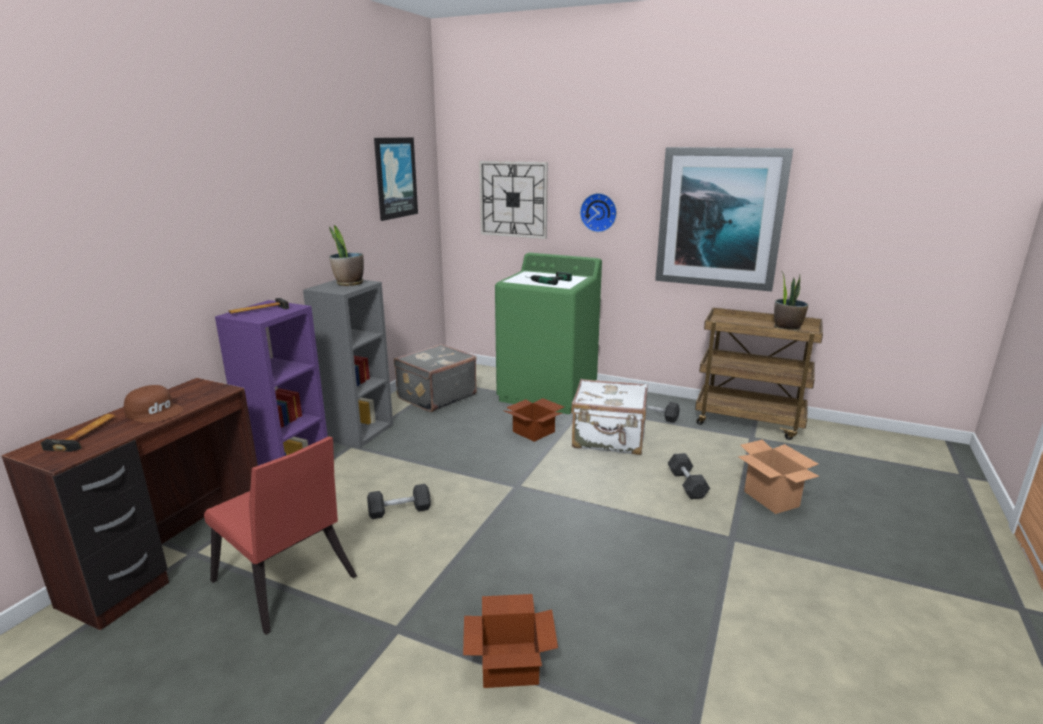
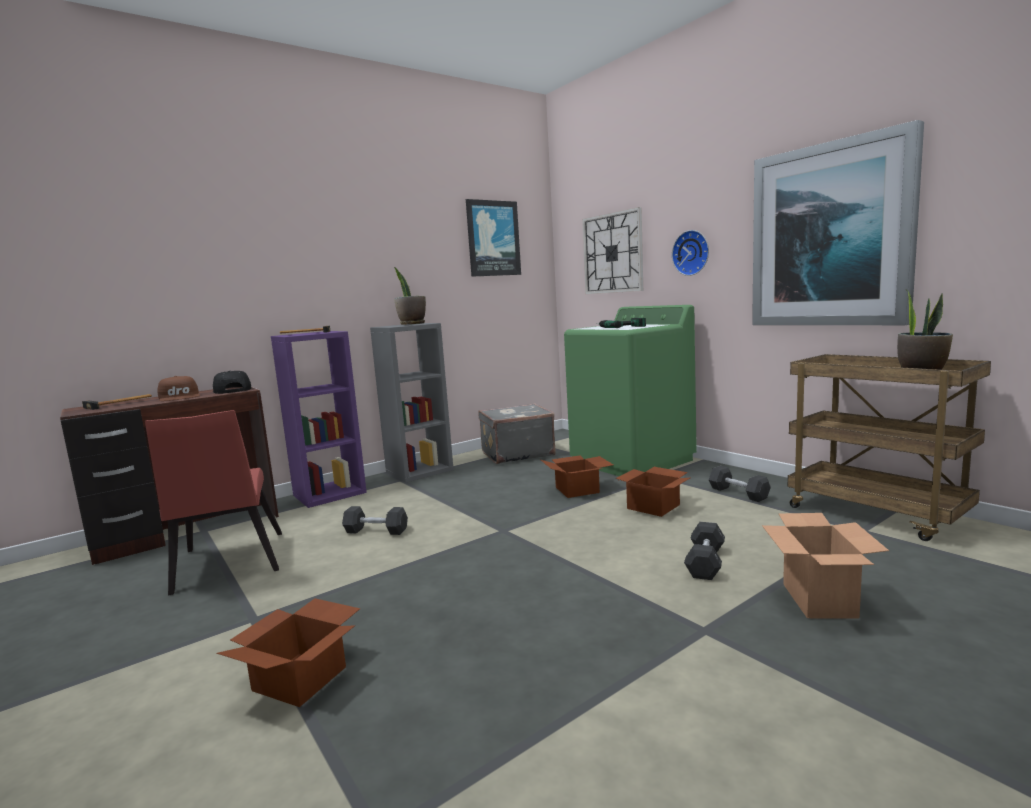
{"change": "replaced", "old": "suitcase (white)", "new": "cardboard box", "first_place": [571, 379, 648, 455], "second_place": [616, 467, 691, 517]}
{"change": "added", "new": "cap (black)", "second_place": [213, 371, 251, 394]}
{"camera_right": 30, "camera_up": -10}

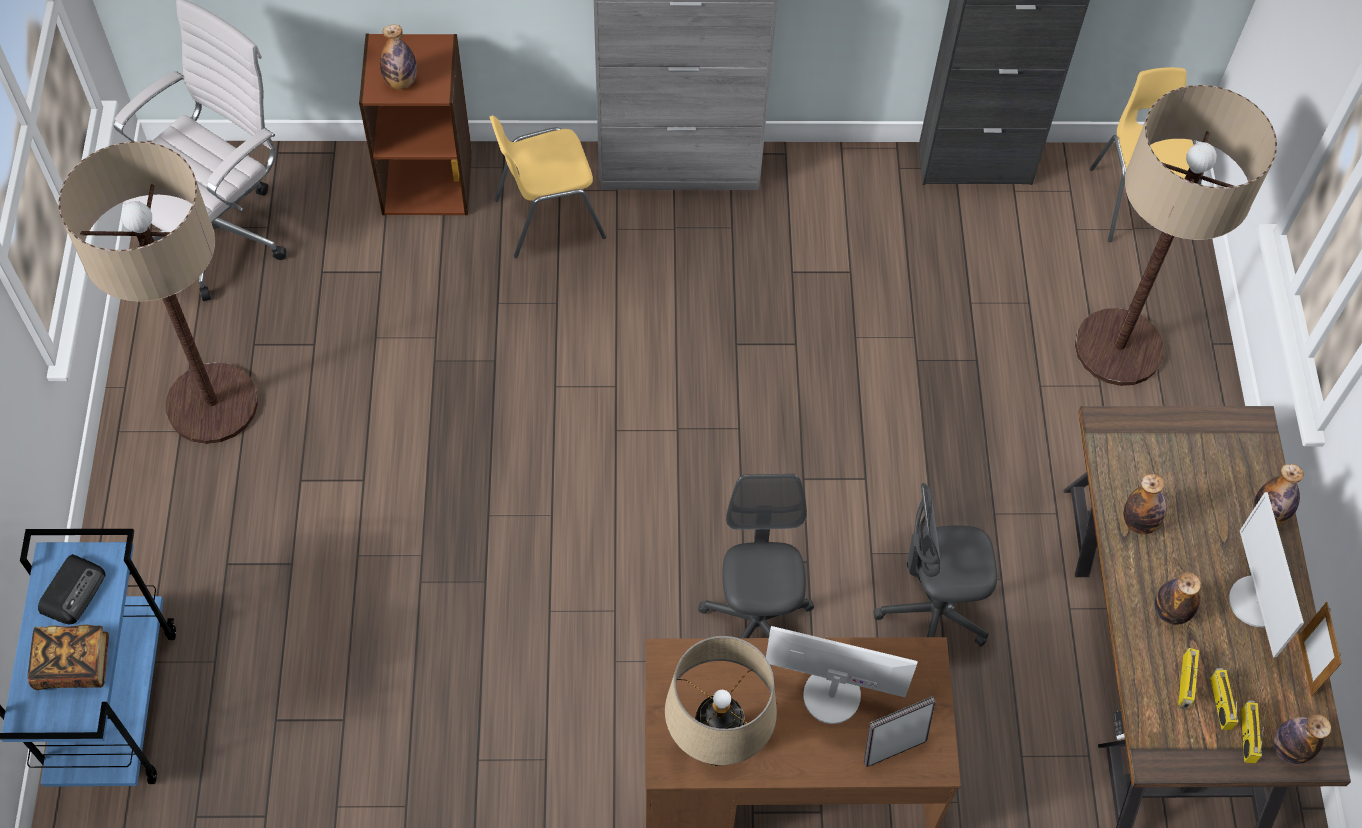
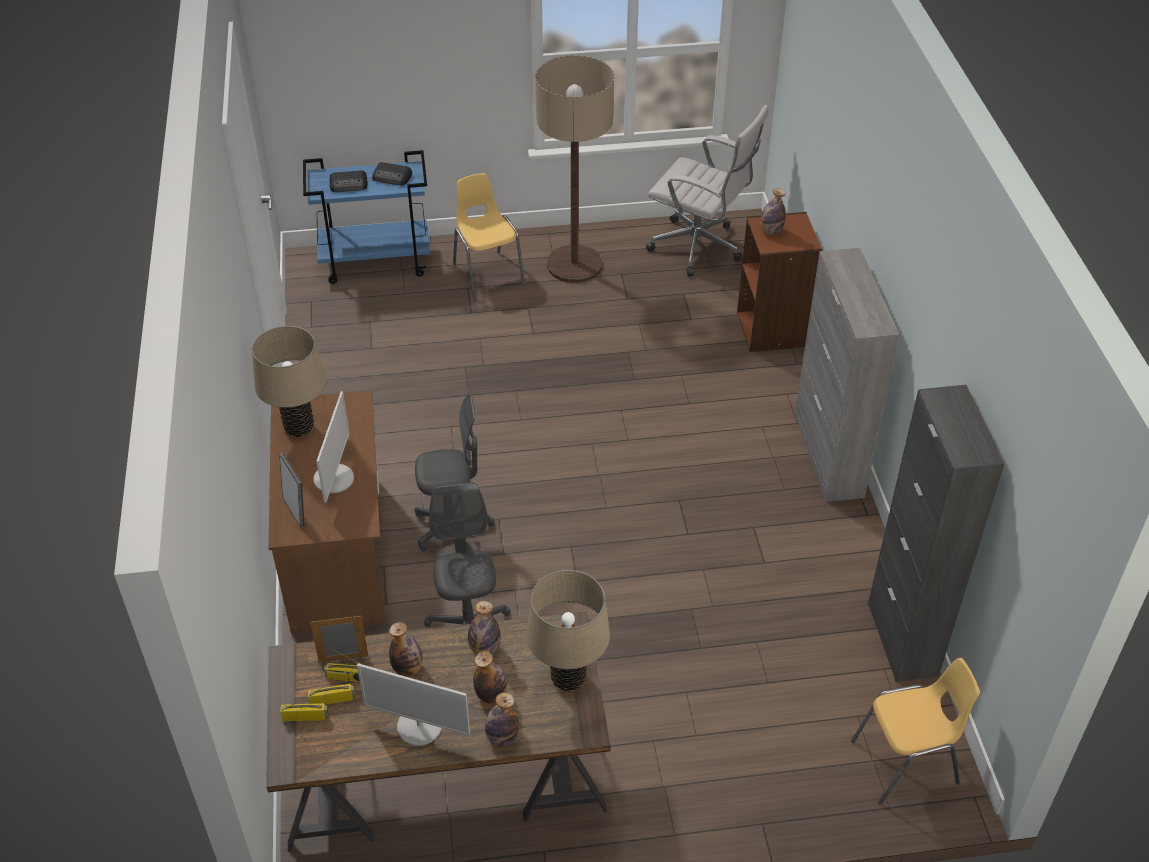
{"change": "removed", "old": "floor lamp", "first_place": [1075, 85, 1277, 386]}
{"change": "moved", "old": "chair (yellow)", "first_place": [490, 115, 606, 258], "second_place": [453, 173, 525, 300]}
{"change": "turned", "old": "monitor", "first_place": [1229, 492, 1304, 658], "second_place": [357, 663, 470, 746], "degrees": -150}
{"change": "moved", "old": "picture frame", "first_place": [1298, 602, 1342, 696], "second_place": [310, 616, 368, 663]}
{"change": "replaced", "old": "book", "new": "radio", "first_place": [27, 625, 109, 690], "second_place": [329, 170, 368, 192]}
{"change": "moved", "old": "bottle", "first_place": [1273, 714, 1331, 764], "second_place": [473, 651, 507, 704]}
{"change": "added", "new": "table lamp (beige)", "second_place": [526, 570, 610, 691]}
{"camera_right": 85, "camera_up": -15}

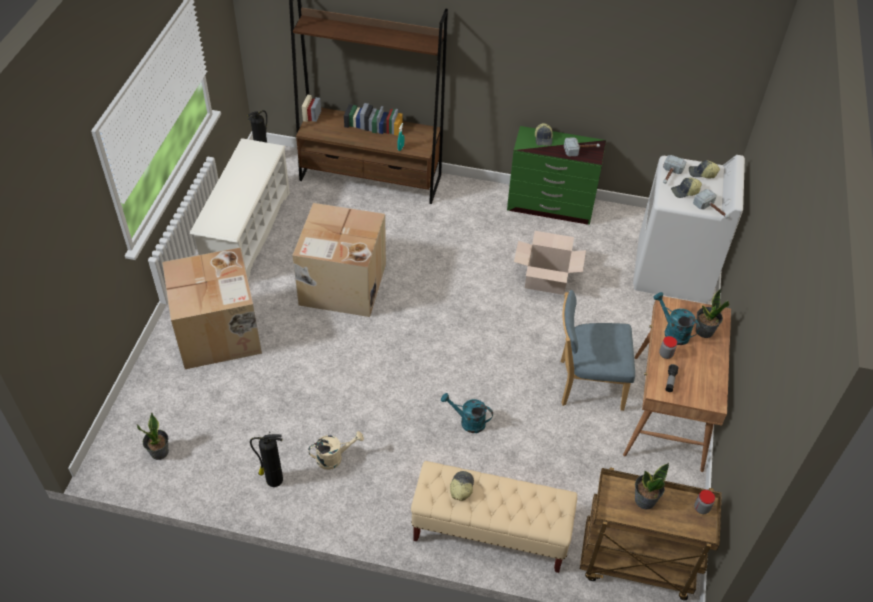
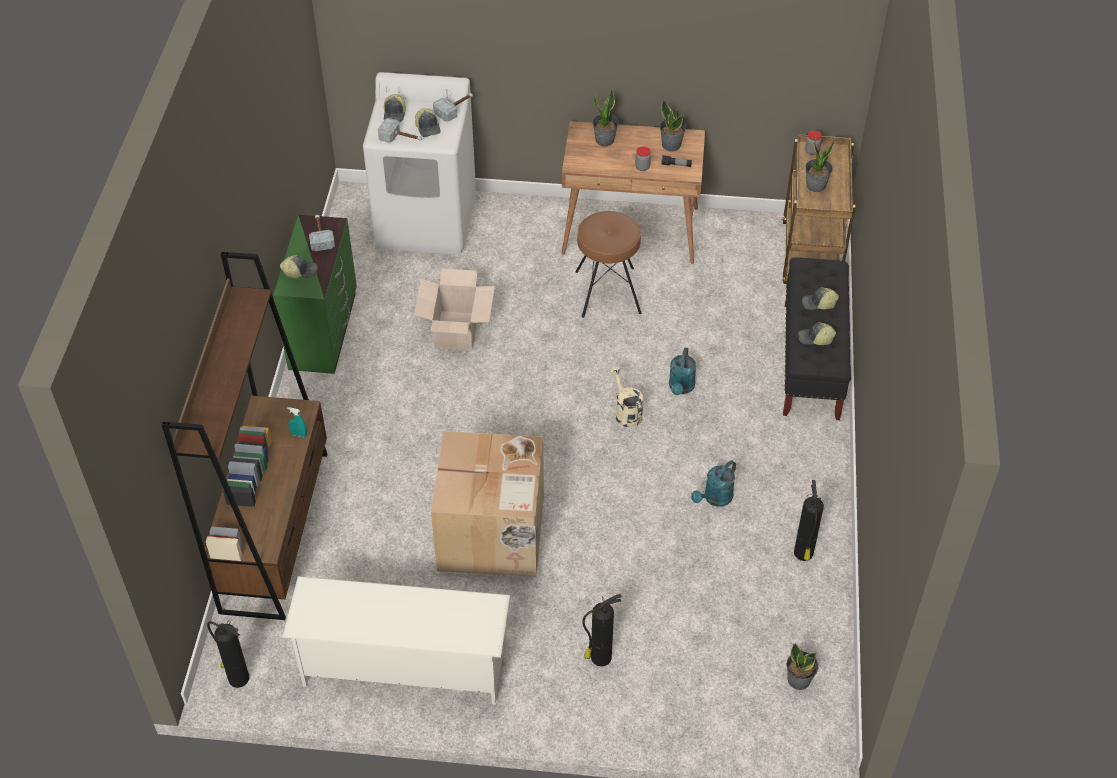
{"change": "replaced", "old": "cardboard box", "new": "fire extinguisher", "first_place": [162, 248, 262, 369], "second_place": [582, 594, 621, 667]}
{"change": "replaced", "old": "chair (blue)", "new": "stool (brown)", "first_place": [561, 290, 635, 411], "second_place": [575, 211, 642, 318]}
{"change": "moved", "old": "watering can (turquoise)", "first_place": [653, 292, 700, 345], "second_place": [691, 460, 736, 507]}
{"change": "moved", "old": "watering can (beige)", "first_place": [308, 431, 364, 470], "second_place": [610, 366, 643, 427]}
{"change": "recoloured", "old": "bench (beige)", "new": "bench (black)", "first_place": [411, 461, 577, 573], "second_place": [783, 257, 851, 420]}
{"change": "added", "new": "potted plant", "second_place": [660, 100, 686, 151]}
{"change": "added", "new": "cap", "second_place": [802, 287, 839, 310]}
{"camera_right": -95, "camera_up": 0}

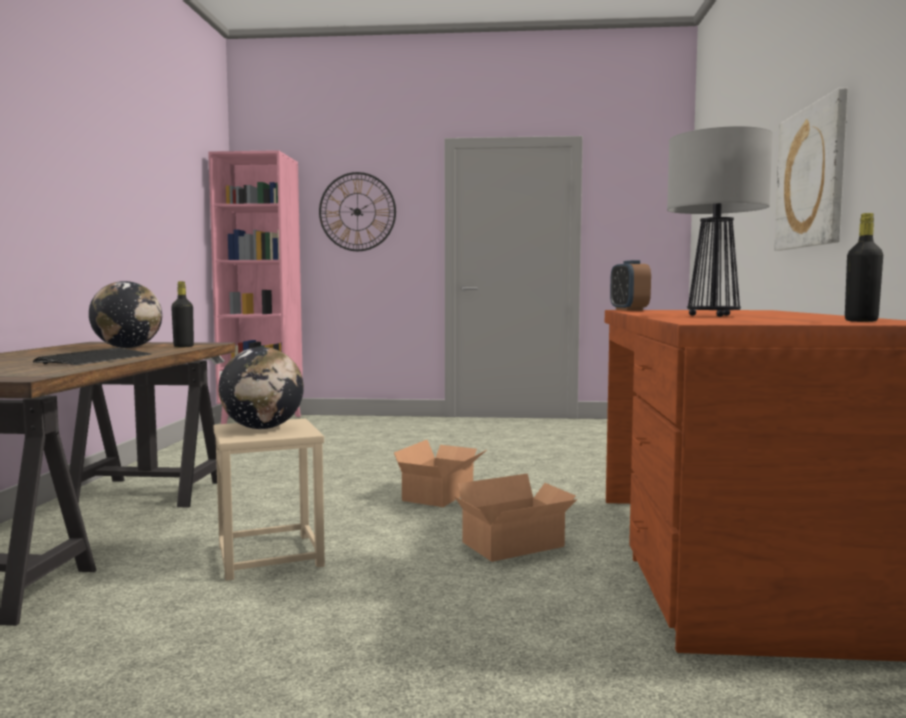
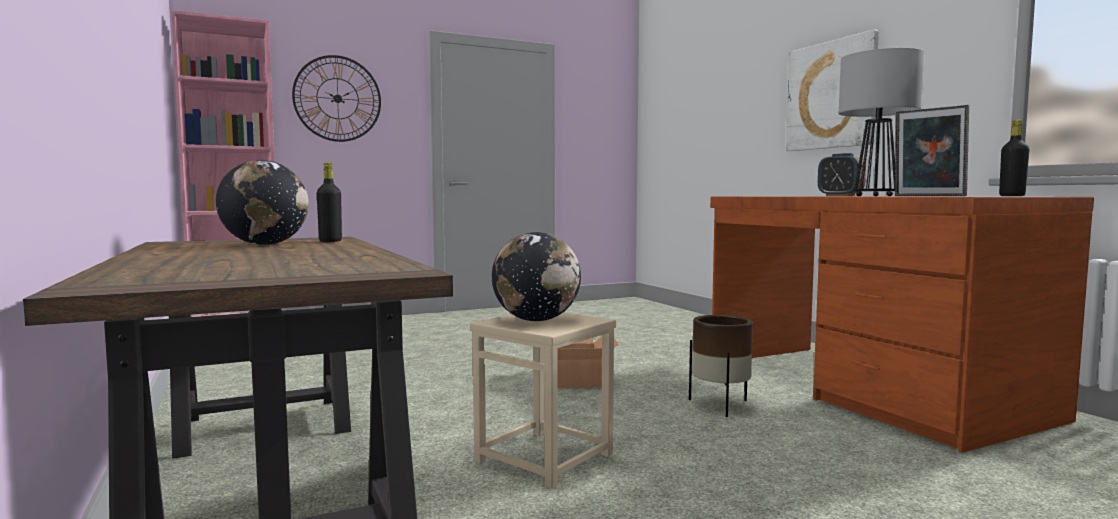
{"change": "moved", "old": "alarm clock", "first_place": [610, 260, 651, 311], "second_place": [818, 153, 866, 196]}
{"change": "removed", "old": "keyboard", "first_place": [33, 348, 151, 365]}
{"change": "replaced", "old": "cardboard box", "new": "planter (brown)", "first_place": [454, 473, 577, 562], "second_place": [689, 315, 753, 417]}
{"change": "added", "new": "picture frame", "second_place": [895, 105, 969, 196]}
{"camera_right": -30, "camera_up": 0}

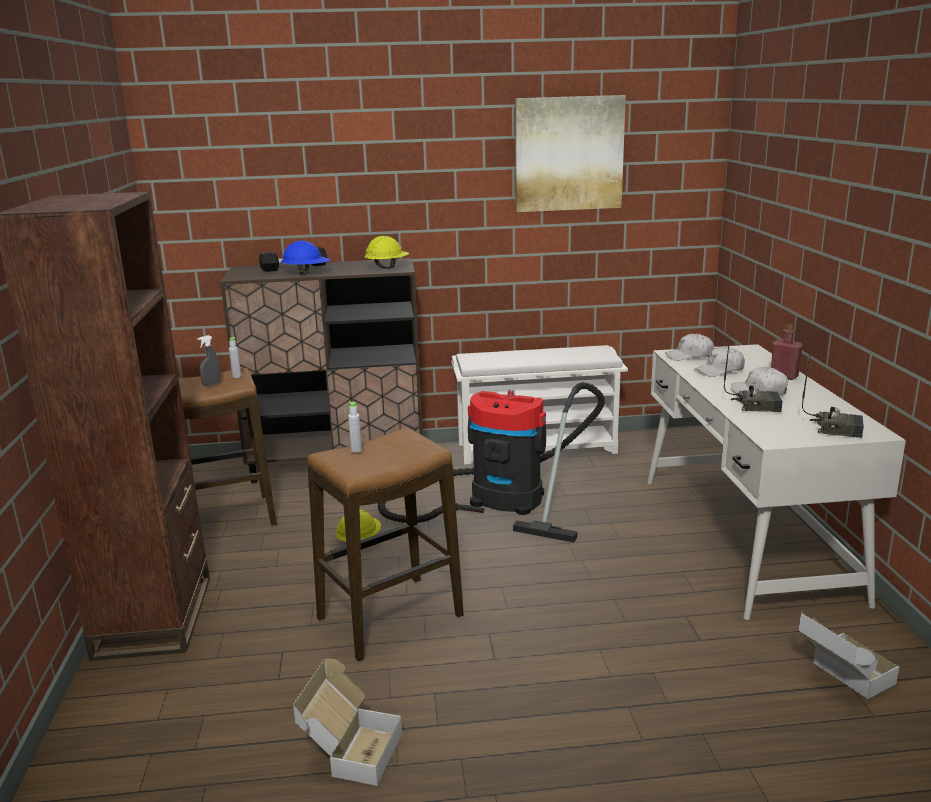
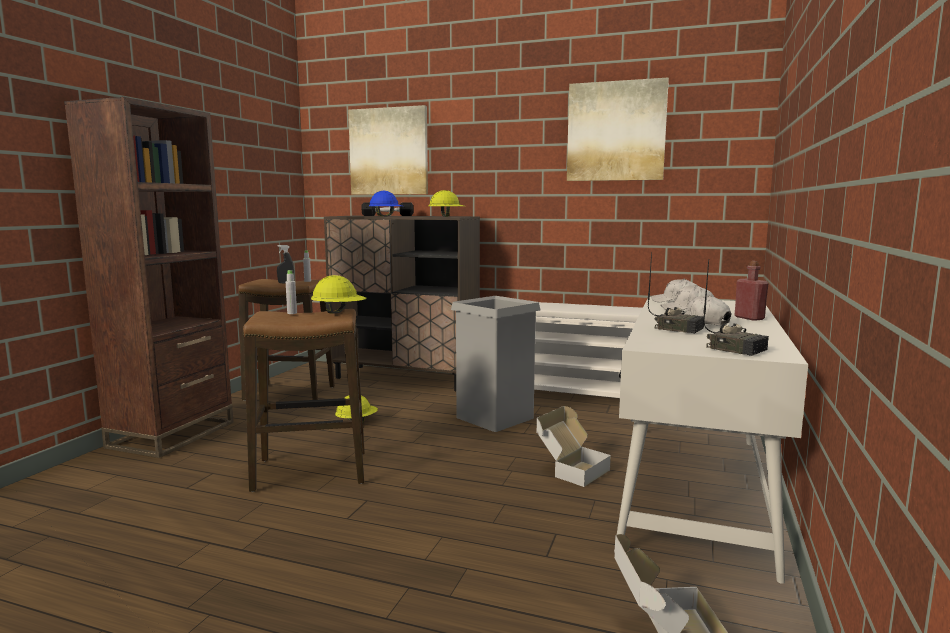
{"change": "replaced", "old": "vacuum cleaner", "new": "trash can (grey)", "first_place": [378, 382, 605, 543], "second_place": [451, 296, 541, 432]}
{"change": "moved", "old": "cardboard box", "first_place": [293, 659, 402, 786], "second_place": [537, 406, 611, 487]}
{"change": "added", "new": "picture", "second_place": [348, 105, 428, 195]}
{"change": "added", "new": "hard hat (yellow)", "second_place": [311, 275, 367, 314]}
{"camera_right": 25, "camera_up": -10}

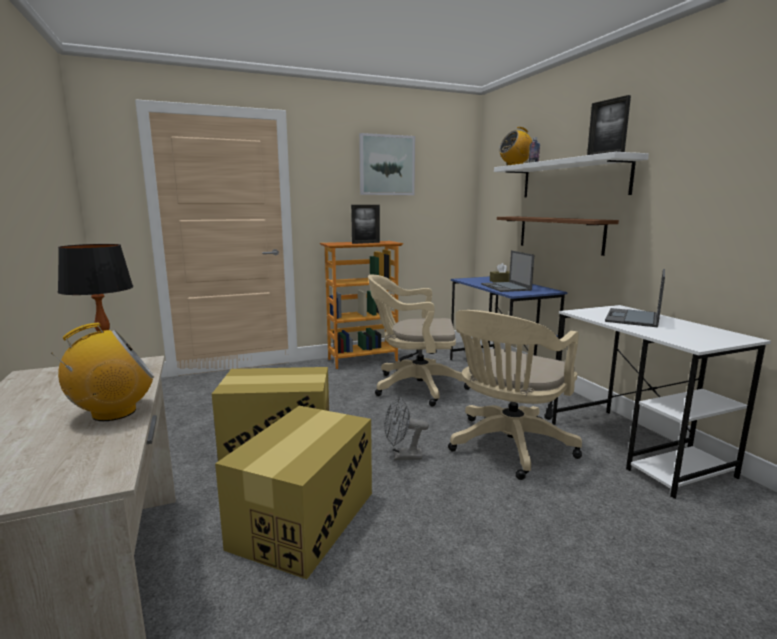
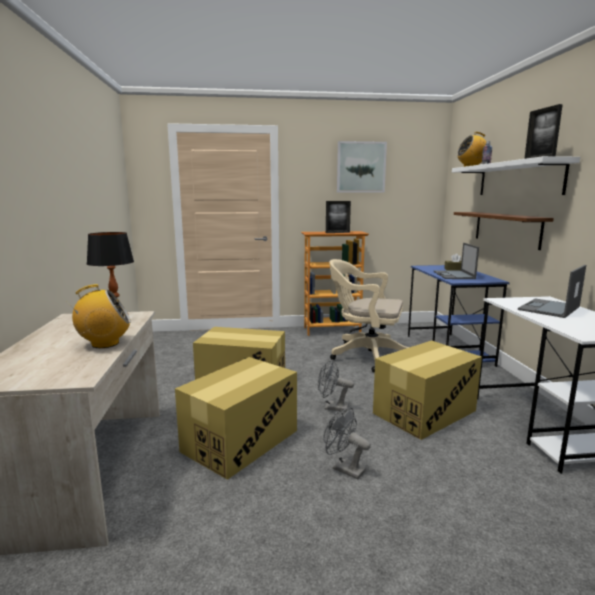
{"change": "replaced", "old": "office chair (beige)", "new": "cardboard box", "first_place": [448, 310, 582, 480], "second_place": [373, 340, 482, 440]}
{"change": "added", "new": "fan (grey)", "second_place": [323, 407, 371, 479]}
{"camera_right": 15, "camera_up": 0}

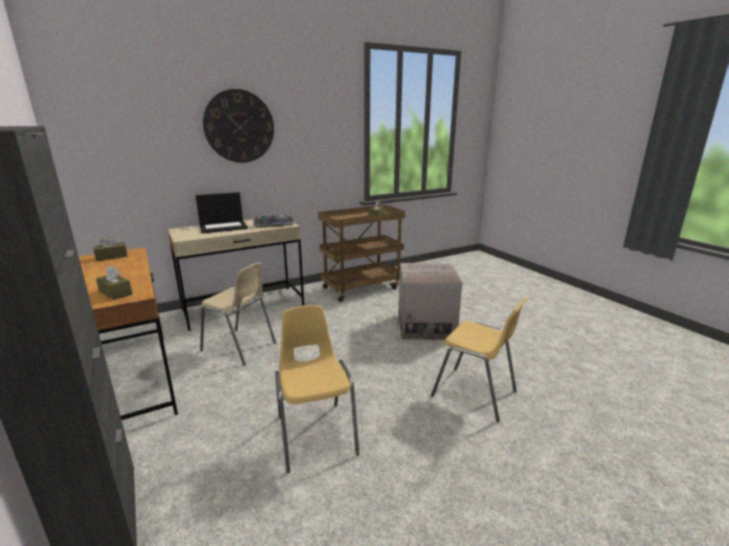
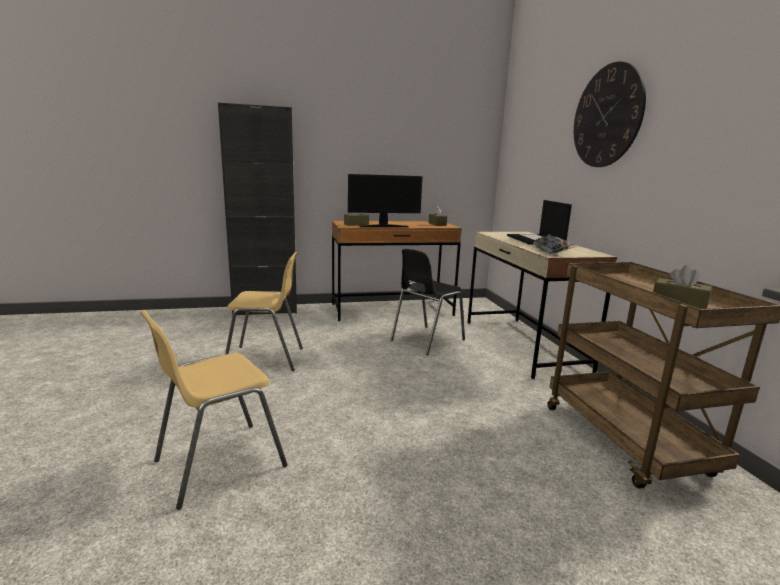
{"change": "recoloured", "old": "chair (beige)", "new": "chair (black)", "first_place": [200, 262, 276, 365], "second_place": [391, 249, 465, 355]}
{"change": "removed", "old": "cardboard box", "first_place": [398, 263, 462, 340]}
{"change": "added", "new": "monitor", "second_place": [348, 174, 422, 227]}
{"camera_right": 105, "camera_up": -5}

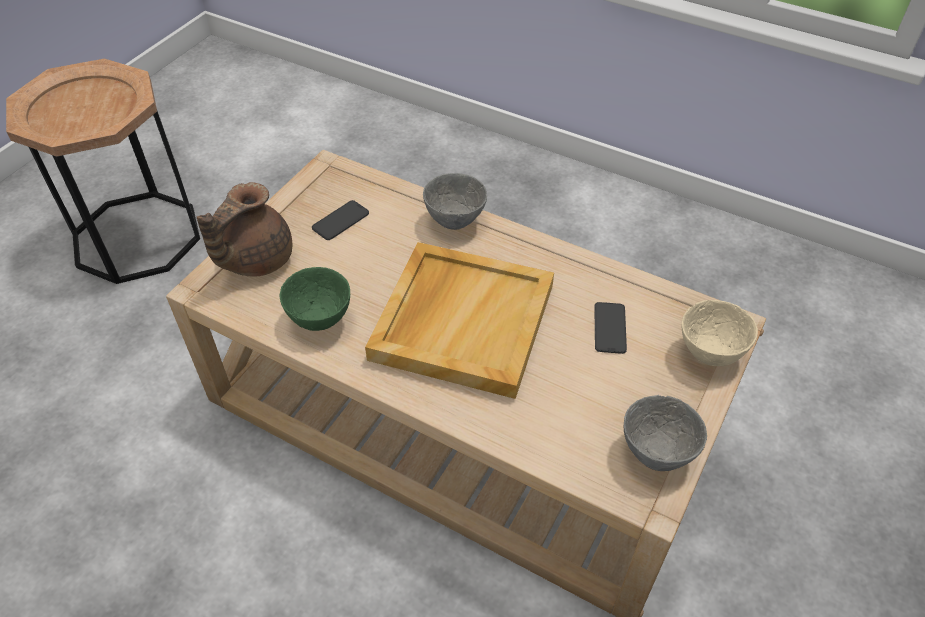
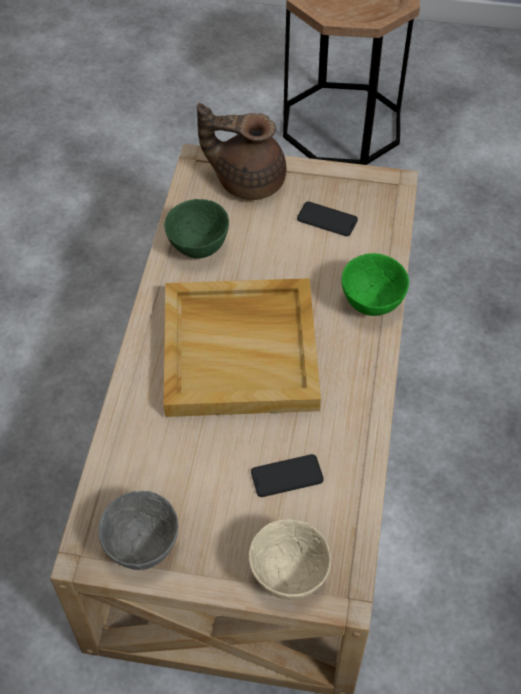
{"change": "recoloured", "old": "bowl (grey)", "new": "bowl (green)", "first_place": [423, 173, 487, 230], "second_place": [342, 253, 409, 316]}
{"camera_right": 70, "camera_up": 5}

